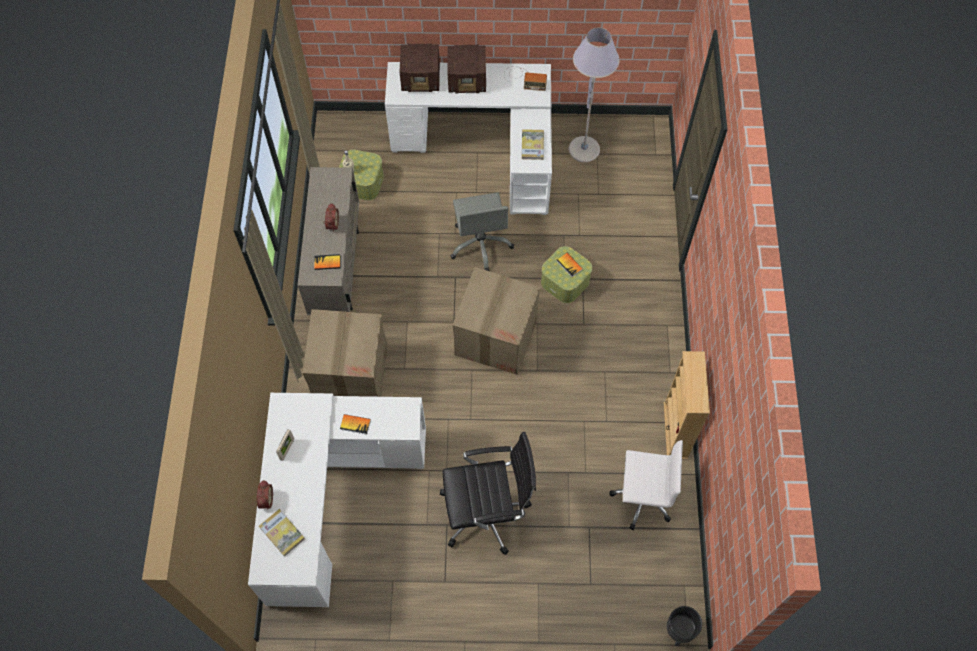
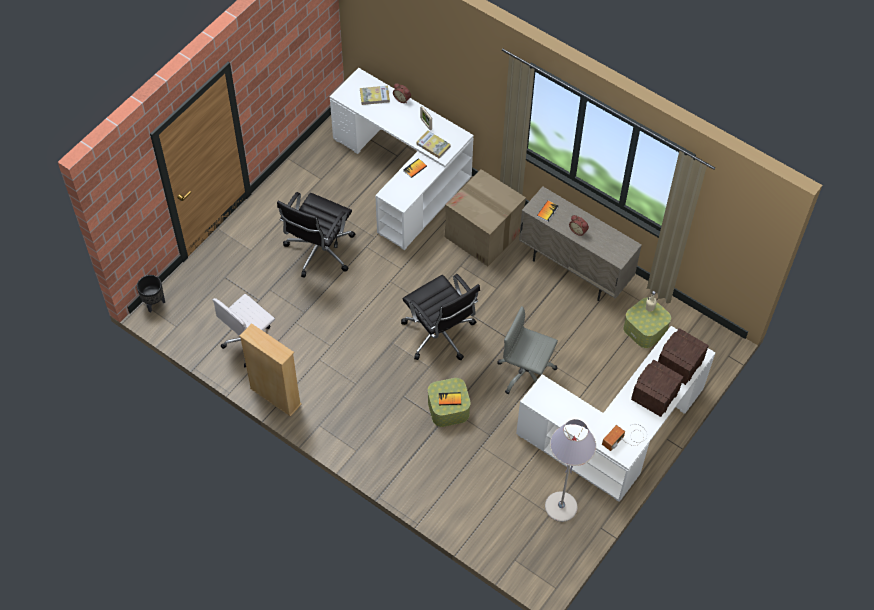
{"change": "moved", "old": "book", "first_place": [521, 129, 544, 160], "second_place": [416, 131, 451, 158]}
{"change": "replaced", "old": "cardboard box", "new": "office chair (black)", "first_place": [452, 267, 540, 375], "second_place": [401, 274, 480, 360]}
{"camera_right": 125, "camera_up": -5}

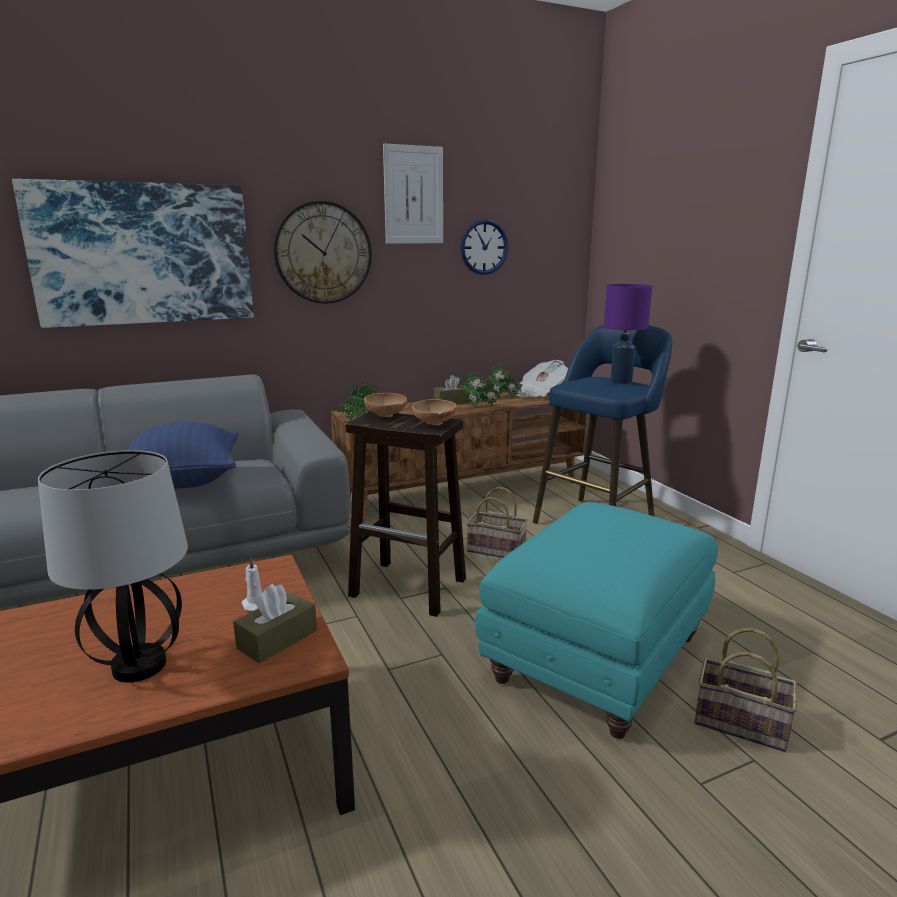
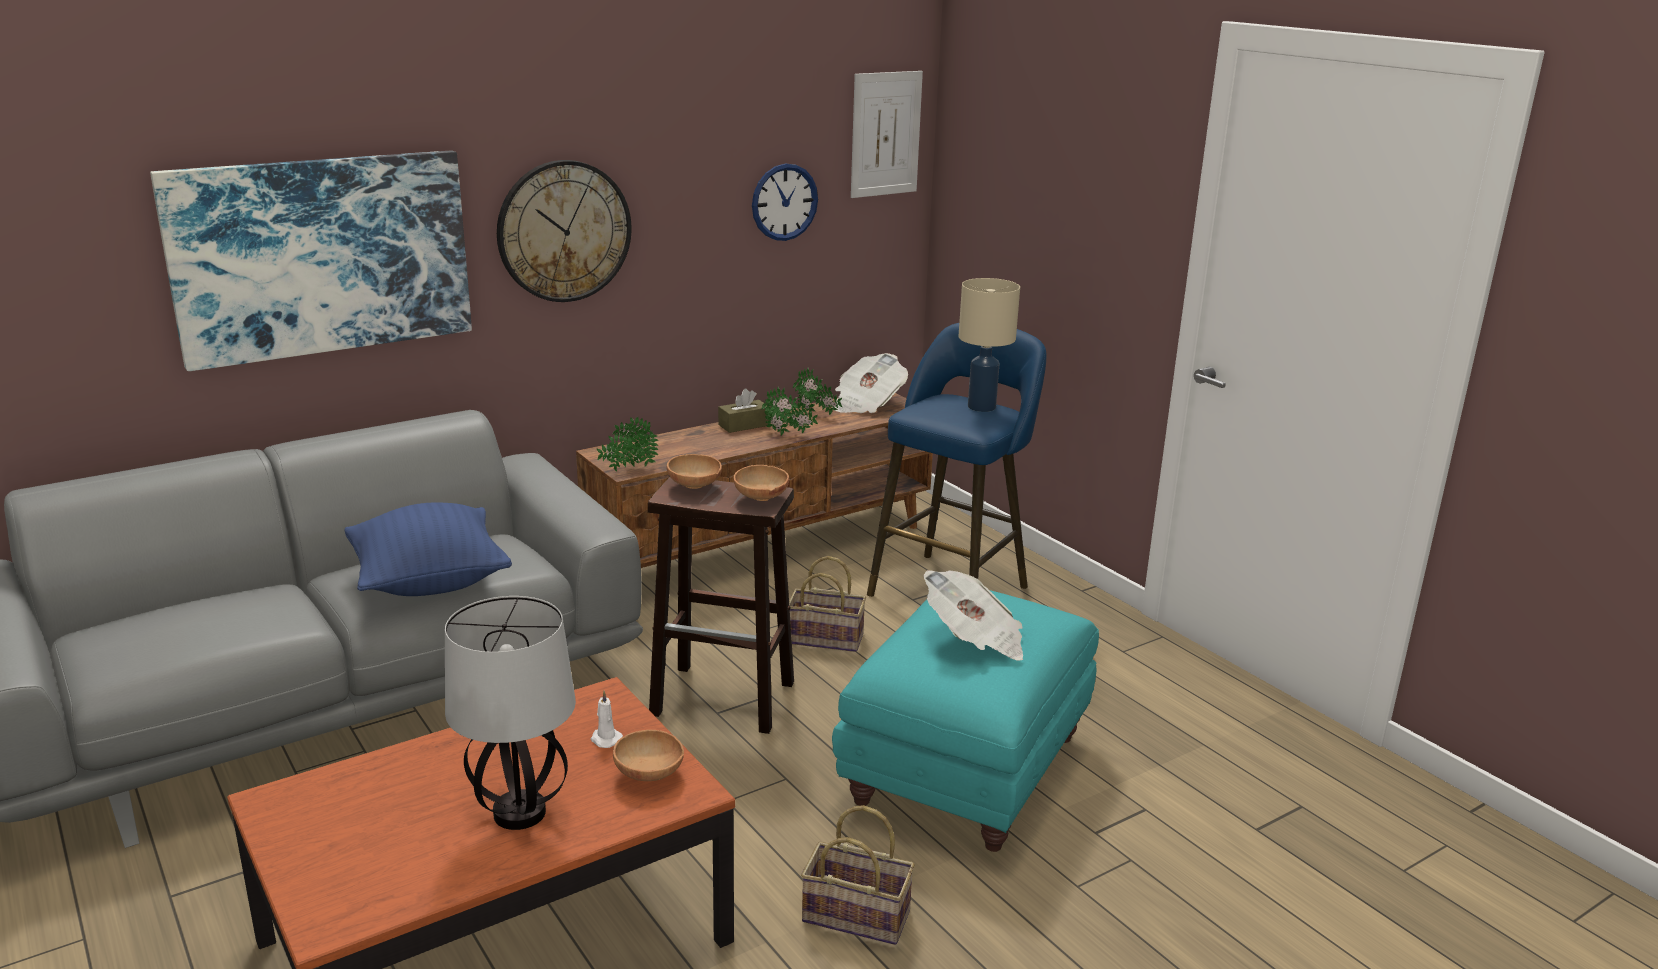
{"change": "moved", "old": "picture", "first_place": [383, 143, 443, 244], "second_place": [851, 71, 923, 198]}
{"change": "recoloured", "old": "table lamp (purple)", "new": "table lamp (beige)", "first_place": [604, 284, 652, 384], "second_place": [958, 278, 1020, 412]}
{"change": "replaced", "old": "tissue box (brown)", "new": "bowl (brown)", "first_place": [233, 584, 317, 663], "second_place": [613, 730, 684, 781]}
{"change": "moved", "old": "basket", "first_place": [694, 628, 797, 752], "second_place": [801, 805, 915, 945]}
{"change": "added", "new": "newspaper", "second_place": [924, 570, 1023, 661]}
{"camera_right": -10, "camera_up": 5}

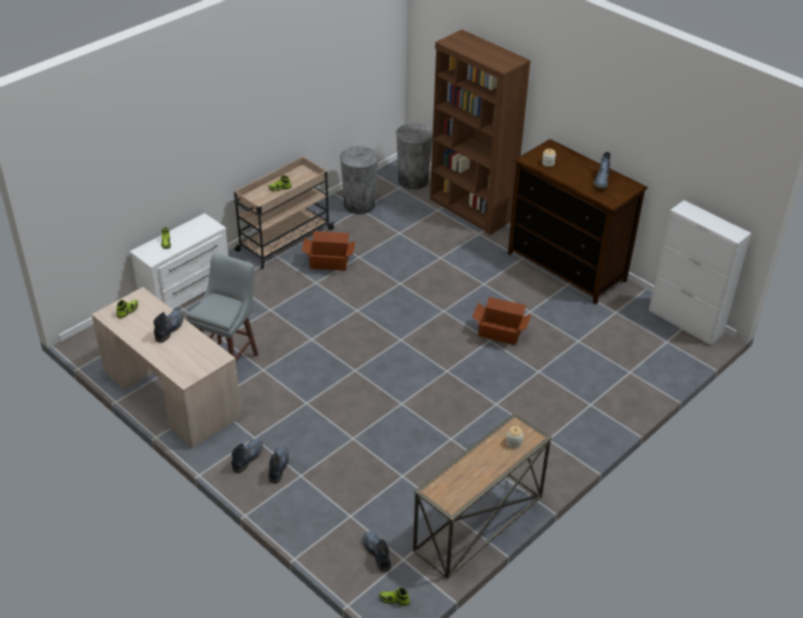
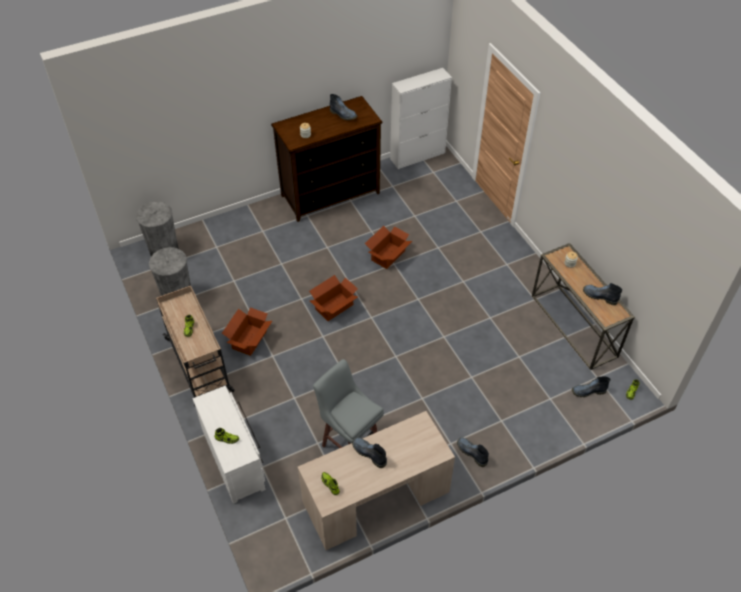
{"change": "removed", "old": "bookcase (brown)", "first_place": [430, 30, 531, 235]}
{"change": "moved", "old": "boot", "first_place": [268, 446, 289, 484], "second_place": [583, 283, 622, 305]}
{"change": "added", "new": "cardboard box", "second_place": [309, 275, 358, 321]}
{"camera_right": -70, "camera_up": 10}

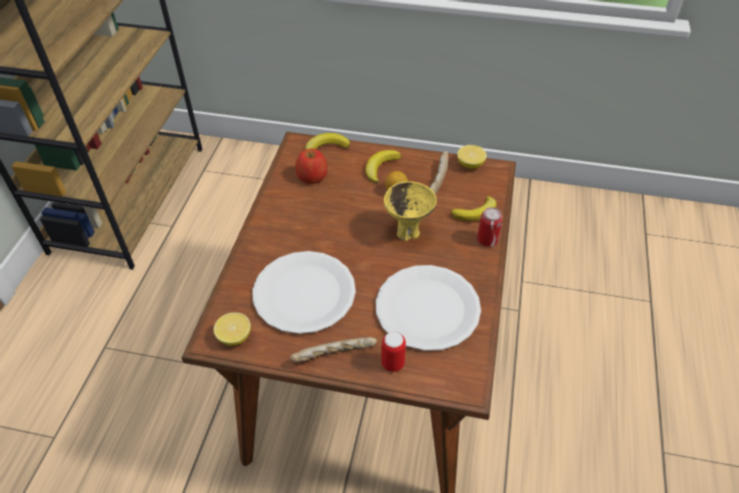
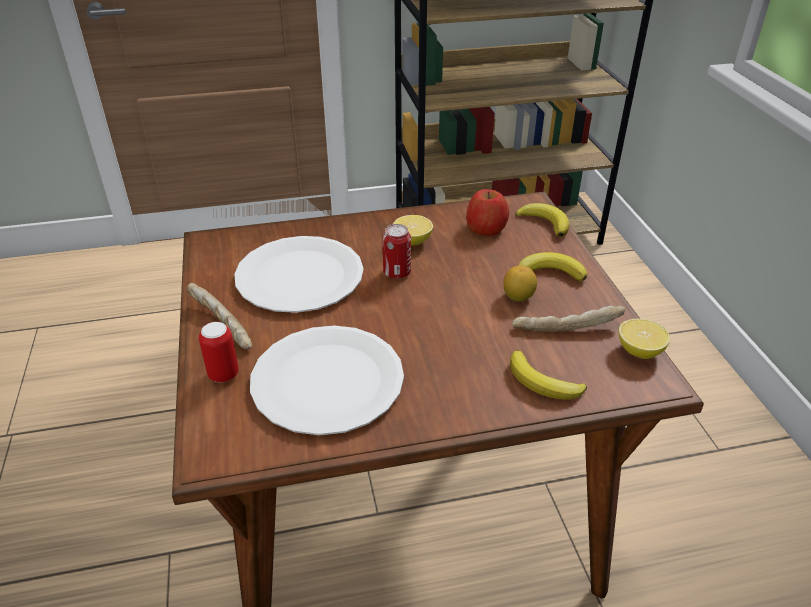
{"change": "removed", "old": "bowl (yellow)", "first_place": [384, 181, 437, 241]}
{"change": "moved", "old": "can", "first_place": [477, 207, 503, 247], "second_place": [383, 224, 411, 279]}
{"change": "moved", "old": "lemon", "first_place": [214, 313, 251, 346], "second_place": [393, 215, 433, 246]}
{"camera_right": 65, "camera_up": -10}

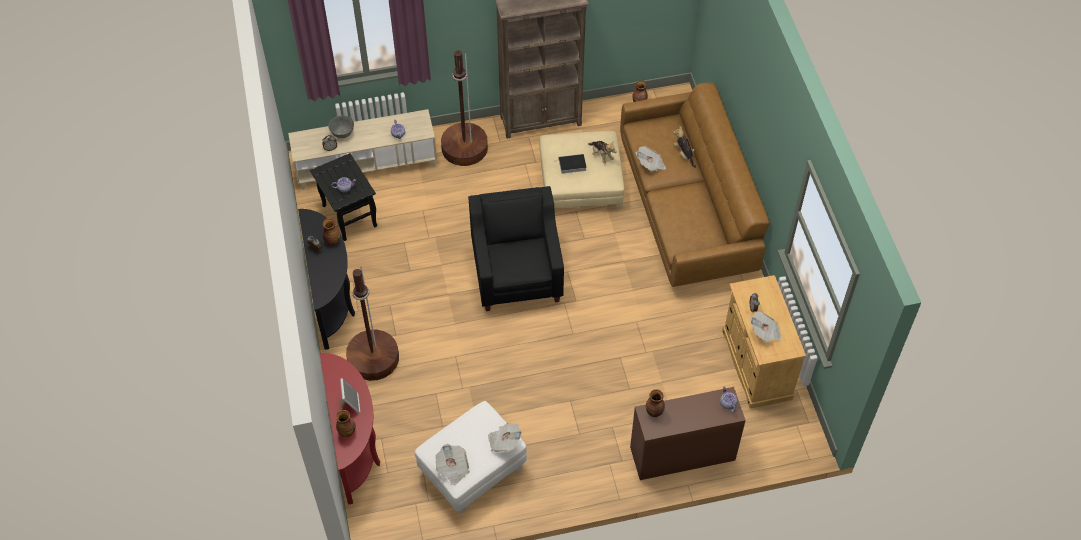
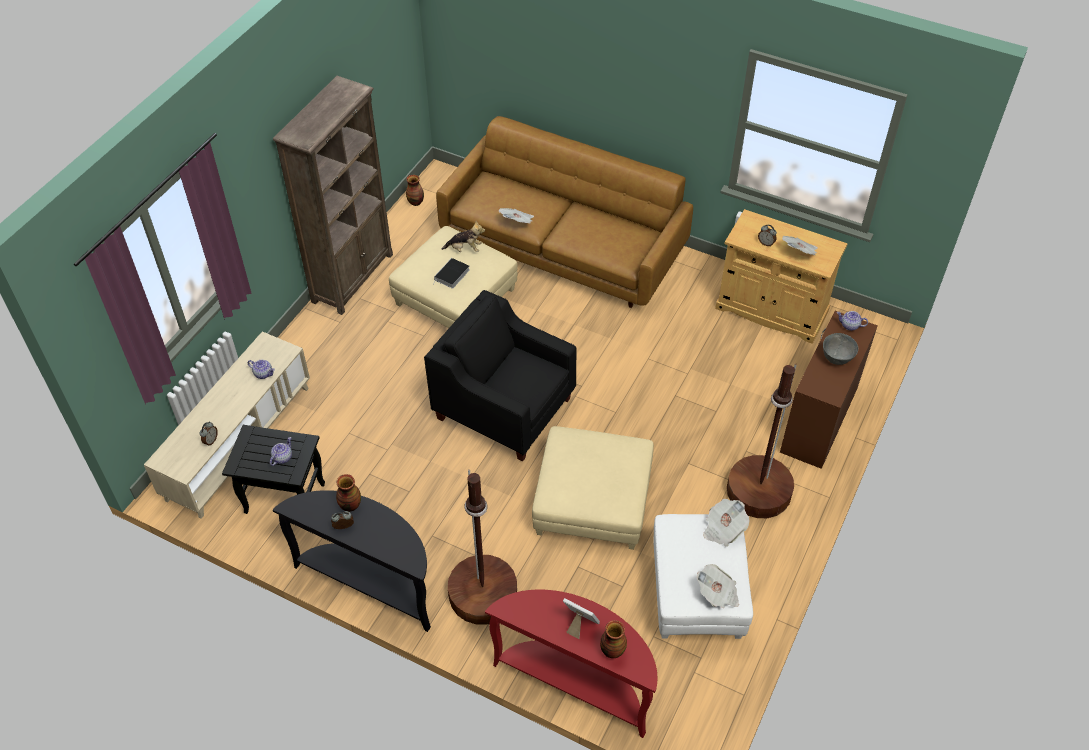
{"change": "moved", "old": "floor lamp (brown)", "first_place": [441, 50, 488, 166], "second_place": [727, 363, 797, 518]}
{"change": "moved", "old": "bowl (grey)", "first_place": [328, 115, 354, 138], "second_place": [823, 333, 858, 365]}
{"change": "removed", "old": "plush toy", "first_place": [673, 126, 696, 168]}
{"change": "removed", "old": "vase", "first_place": [646, 389, 665, 417]}
{"change": "added", "new": "ottoman (beige)", "second_place": [532, 426, 654, 550]}
{"camera_right": -50, "camera_up": -5}

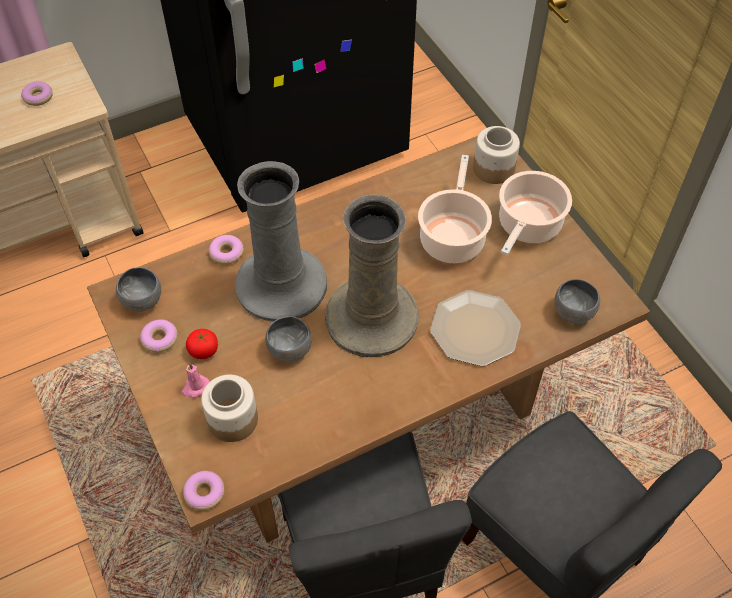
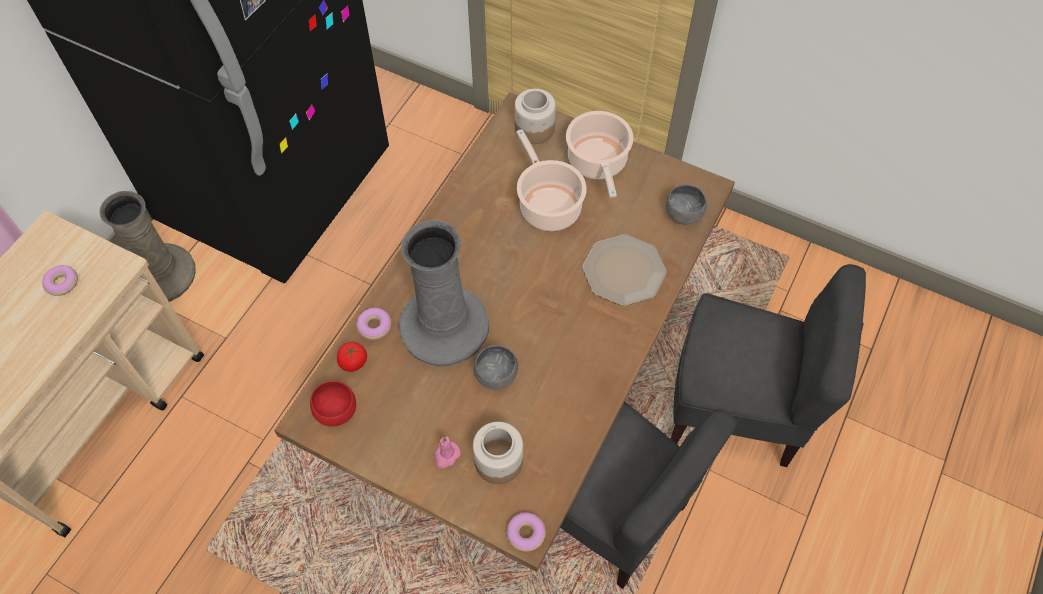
{"change": "moved", "old": "vase (beige)", "first_place": [325, 195, 419, 357], "second_place": [99, 191, 196, 302]}
{"change": "recoloured", "old": "bowl (grey)", "new": "bowl (red)", "first_place": [116, 267, 161, 312], "second_place": [310, 381, 356, 426]}
{"change": "removed", "old": "donut", "first_place": [140, 319, 178, 353]}
{"change": "moved", "old": "tomato", "first_place": [186, 329, 218, 359], "second_place": [337, 342, 367, 372]}
{"camera_right": -35, "camera_up": 5}

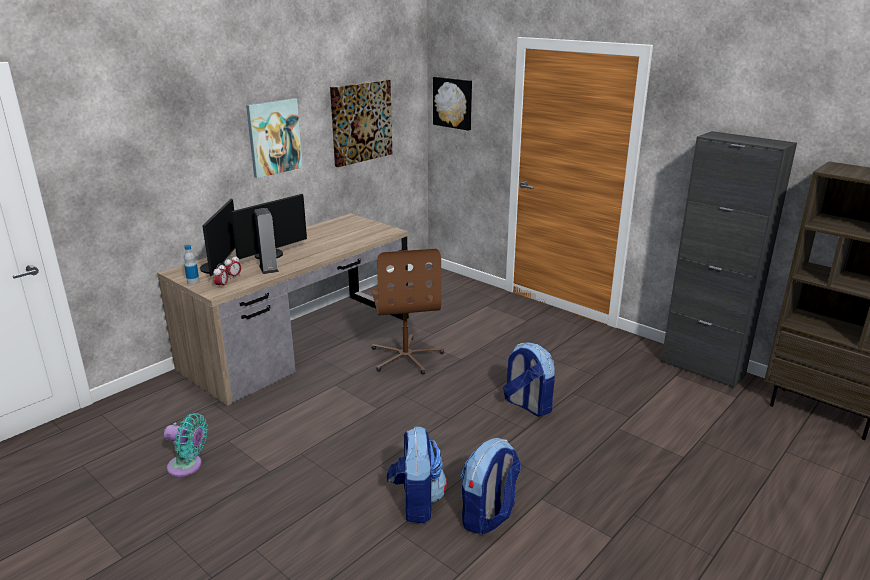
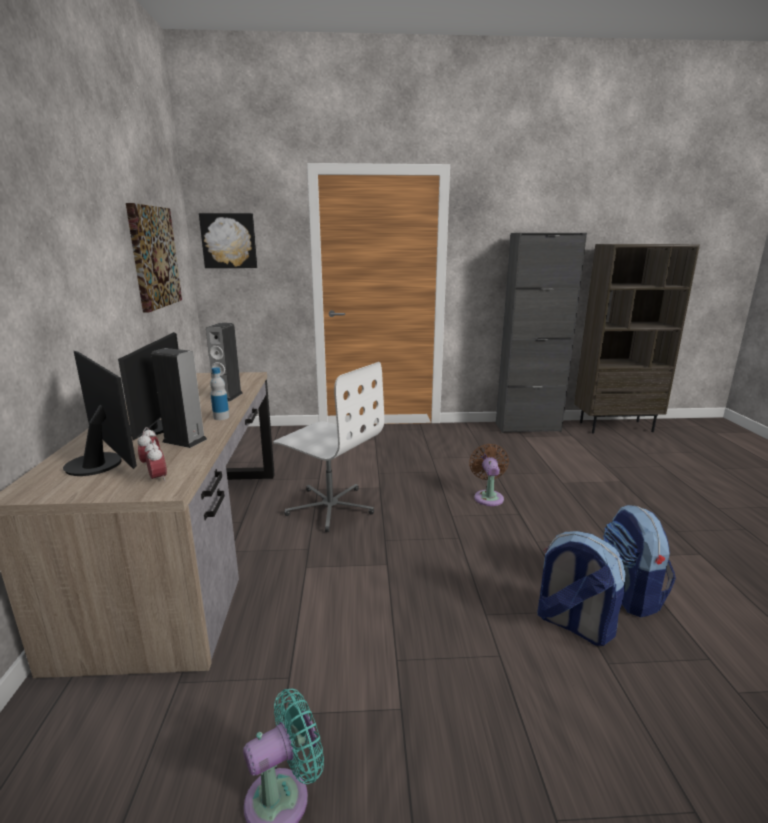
{"change": "removed", "old": "picture", "first_place": [246, 98, 303, 178]}
{"change": "moved", "old": "bottle", "first_place": [184, 245, 200, 285], "second_place": [210, 367, 229, 420]}
{"change": "recoloured", "old": "office chair (brown)", "new": "office chair (white)", "first_place": [372, 248, 444, 375], "second_place": [273, 362, 384, 532]}
{"change": "replaced", "old": "backpack", "new": "fan (brown)", "first_place": [503, 342, 555, 417], "second_place": [469, 444, 509, 506]}
{"change": "added", "new": "speaker", "second_place": [206, 323, 243, 402]}
{"camera_right": -45, "camera_up": -5}

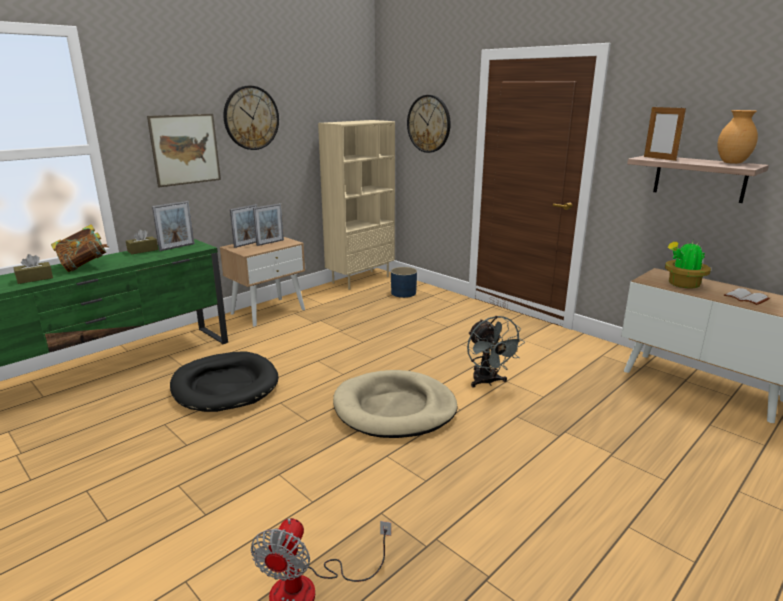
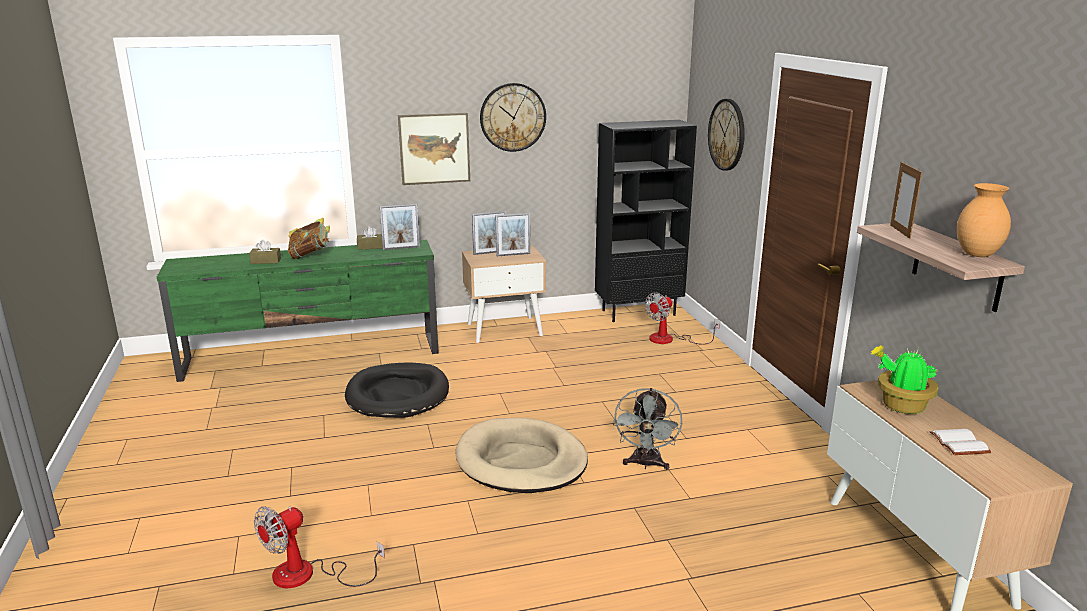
{"change": "recoloured", "old": "bookcase (beige)", "new": "bookcase (black)", "first_place": [318, 120, 395, 290], "second_place": [595, 120, 697, 322]}
{"change": "replaced", "old": "planter (blue)", "new": "fan", "first_place": [391, 267, 417, 298], "second_place": [645, 293, 720, 345]}
{"camera_right": 30, "camera_up": 0}

